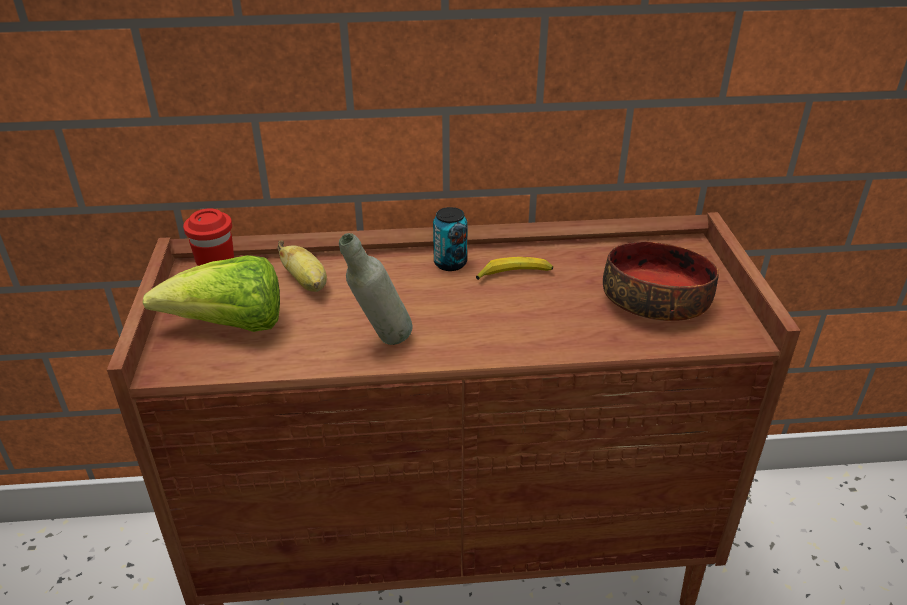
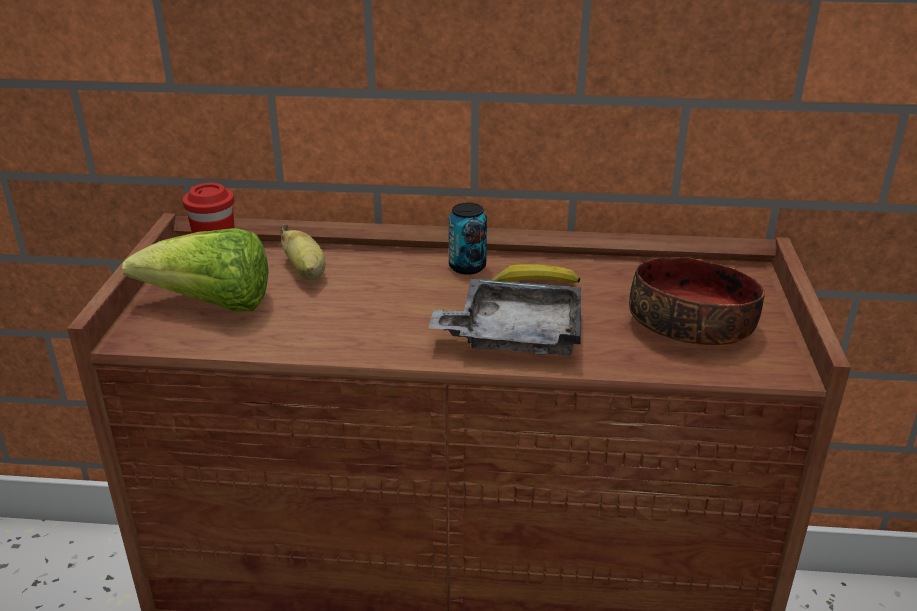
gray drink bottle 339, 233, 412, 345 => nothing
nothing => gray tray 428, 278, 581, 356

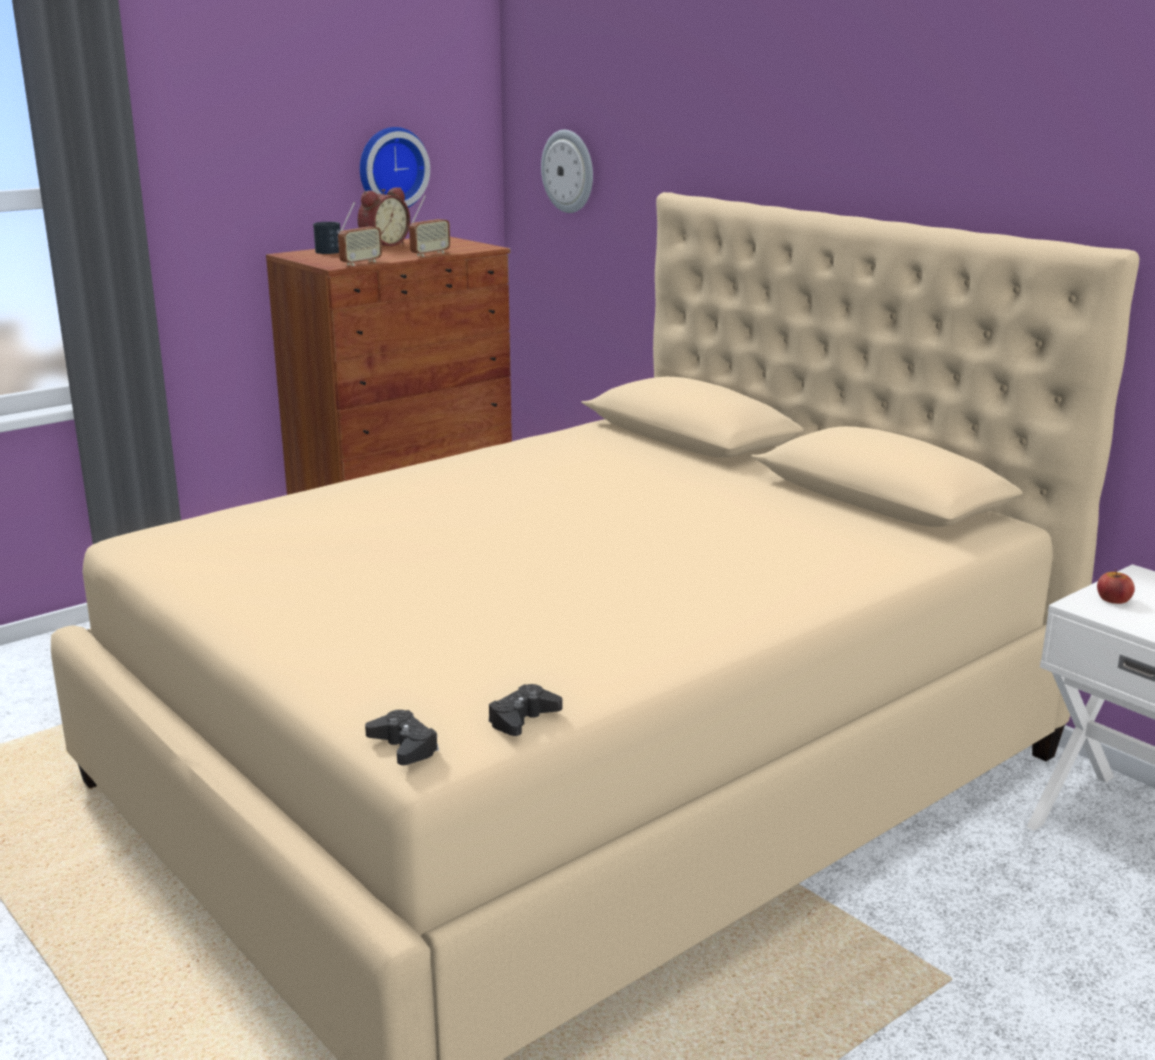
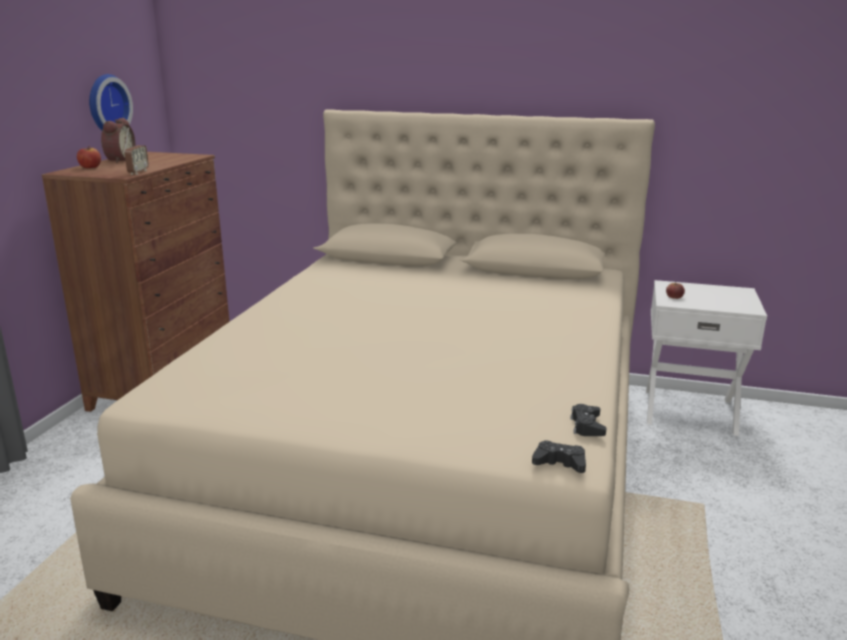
hanging clock 541, 130, 593, 213 => nothing
radio 409, 195, 450, 257 => nothing
blackish tea mug 313, 222, 340, 254 => apple 77, 146, 101, 168

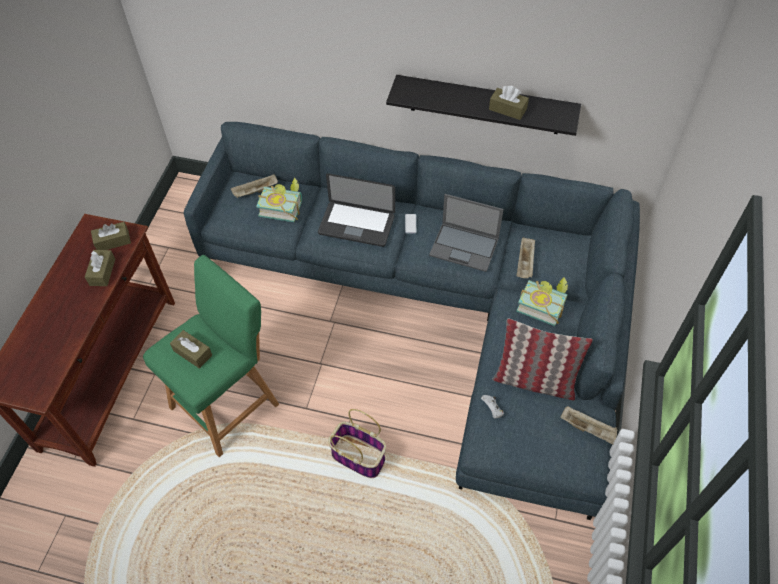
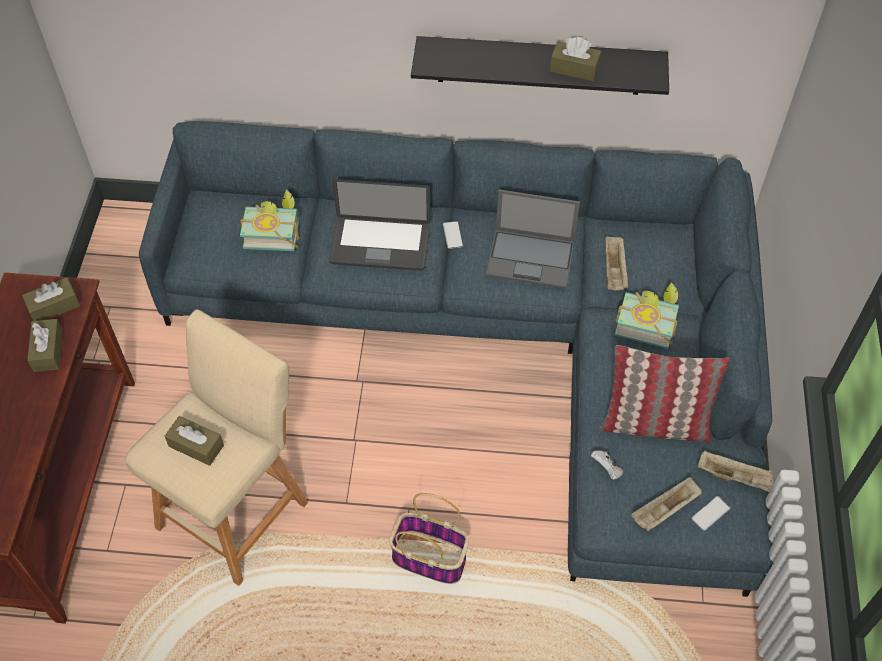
beige-coloured tray 231, 174, 278, 198 => beige-coloured tray 631, 477, 702, 531, shifted
greenish stool seat 143, 255, 279, 457 => beige-coloured stool seat 125, 309, 308, 586
nothing => phone 691, 496, 731, 531

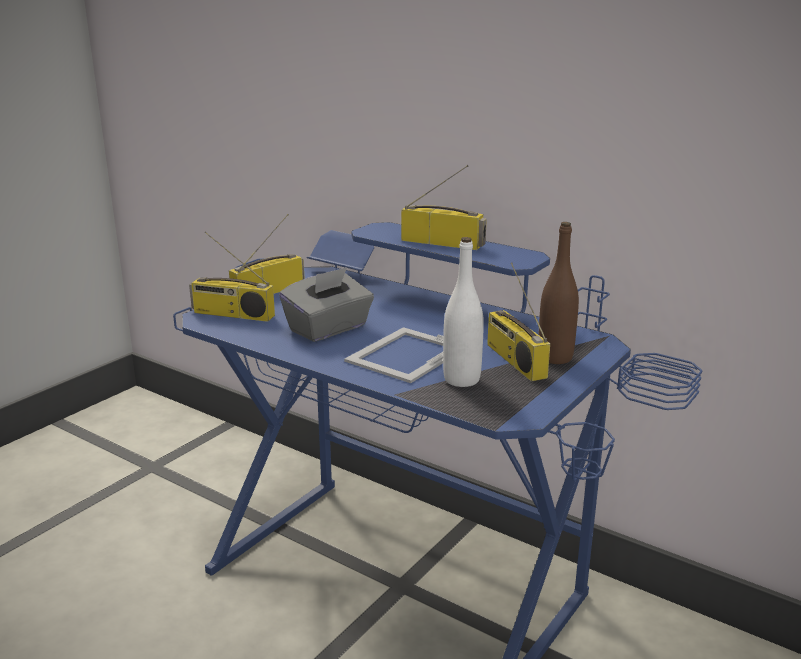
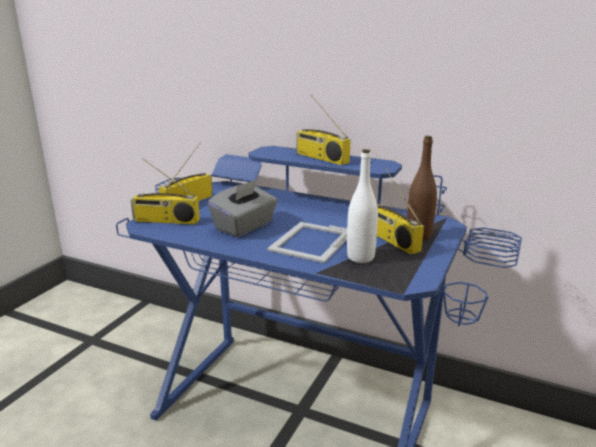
radio 401, 165, 487, 250 => radio 297, 95, 351, 165, 150 degrees counterclockwise

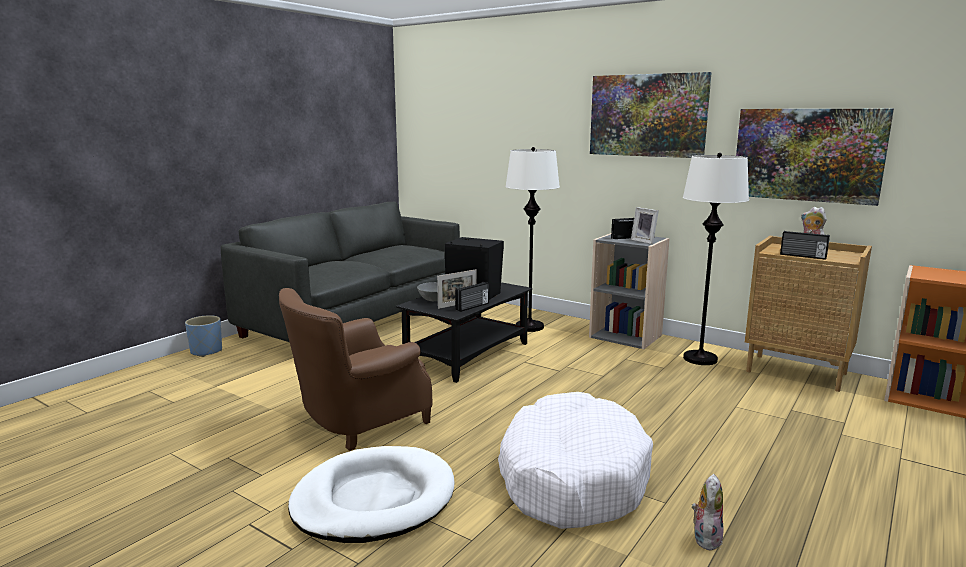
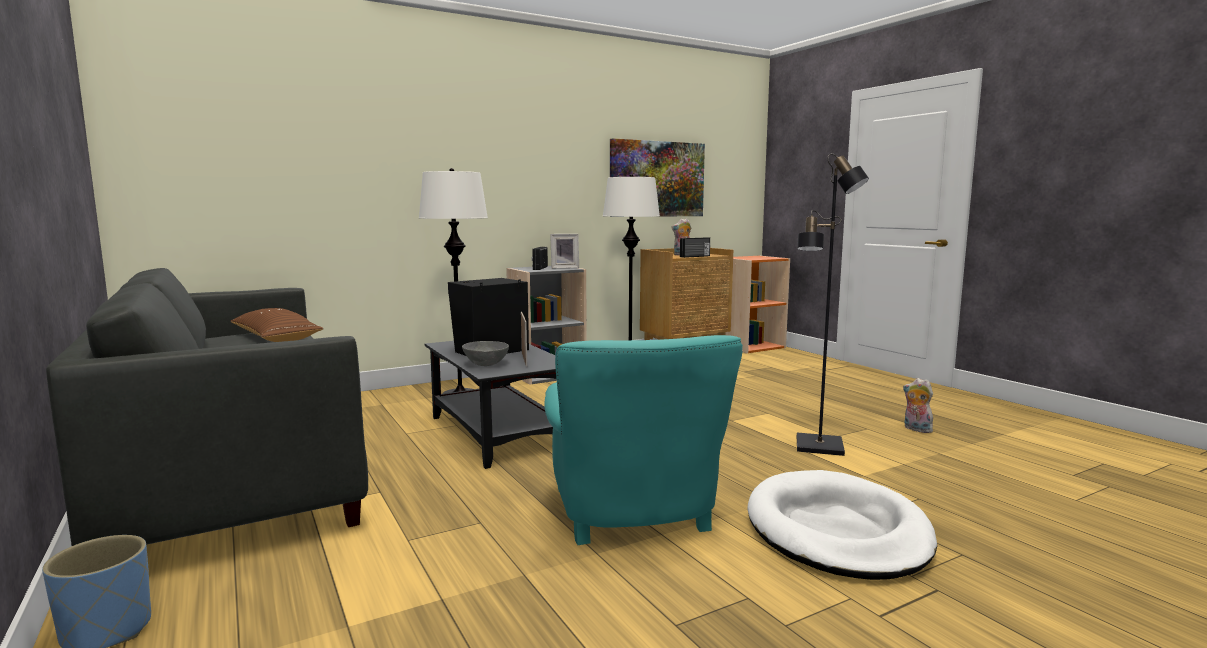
picture 590, 72, 712, 158 => nothing
radio 455, 282, 489, 312 => nothing
brown-coloured armchair 279, 288, 433, 451 => blue-green armchair 544, 335, 743, 545
white-coloured dog cushion 498, 392, 653, 529 => blackish standing lamp 797, 153, 869, 456
nothing => brown-coloured cushion 230, 308, 324, 342

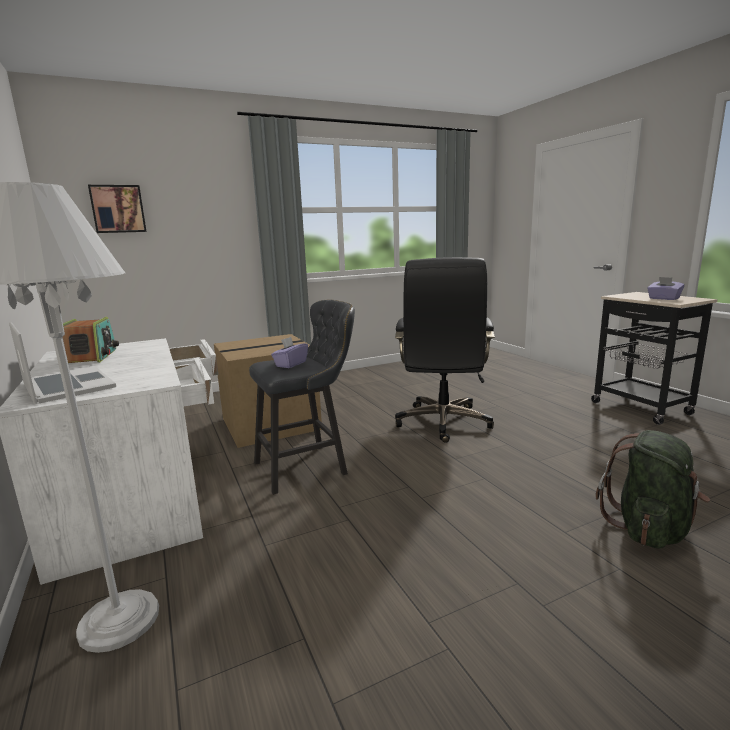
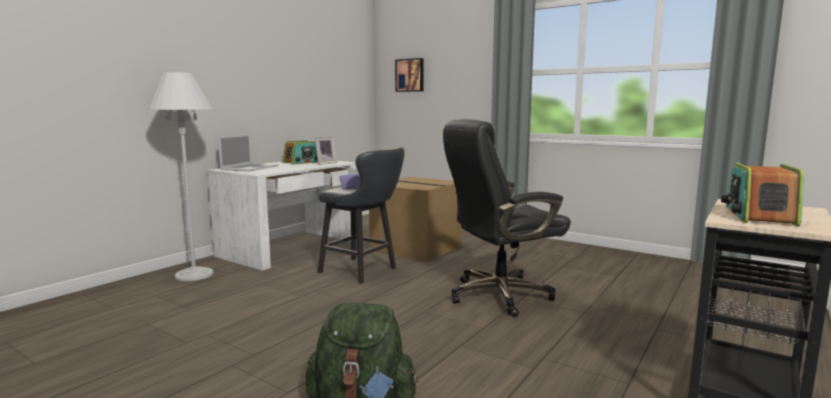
purple box of tissues 647, 277, 685, 300 => radio 721, 162, 804, 226
nothing => picture frame 315, 136, 337, 165

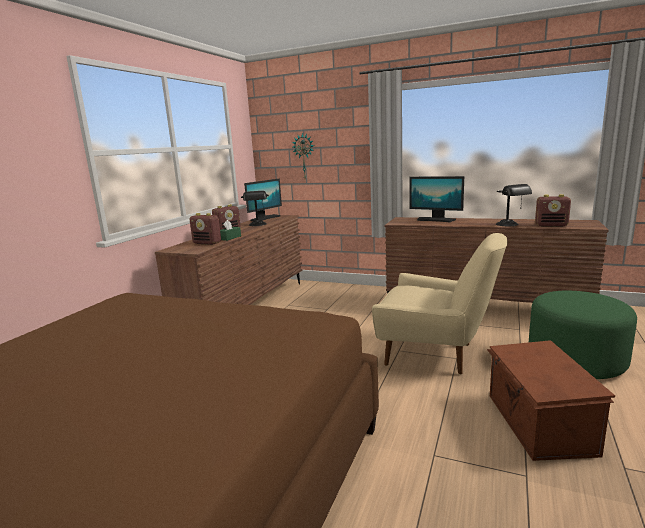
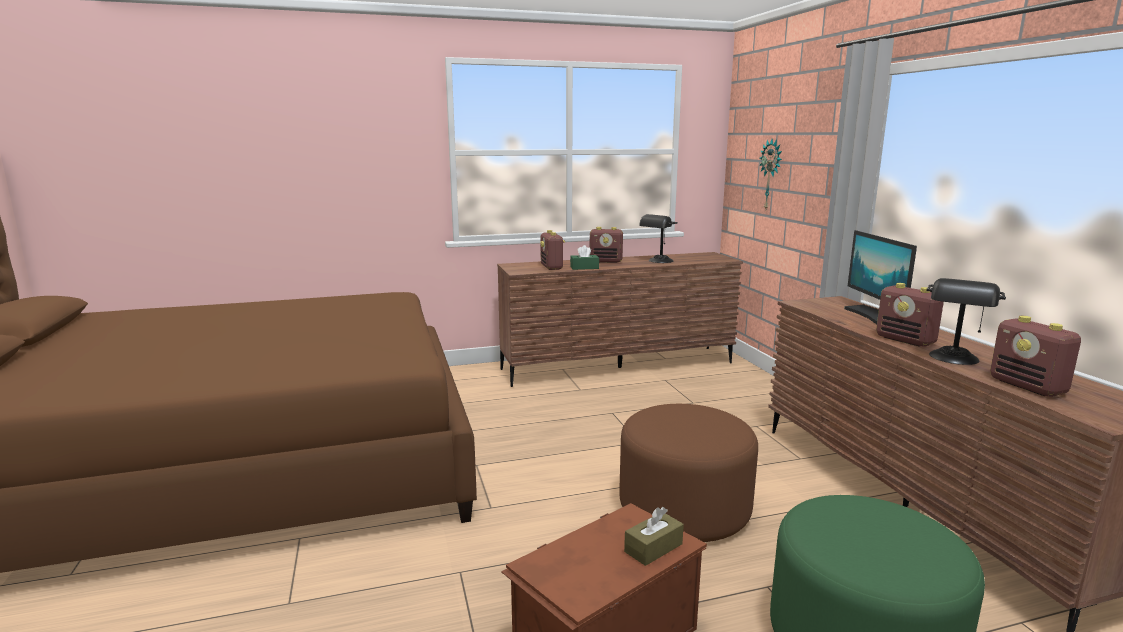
computer display 244, 179, 282, 221 => nothing
beige-coloured armchair 372, 233, 507, 375 => brown-coloured ottoman 619, 404, 758, 542
nothing => radio 876, 283, 944, 347
nothing => brown-coloured box of tissues 624, 507, 684, 566

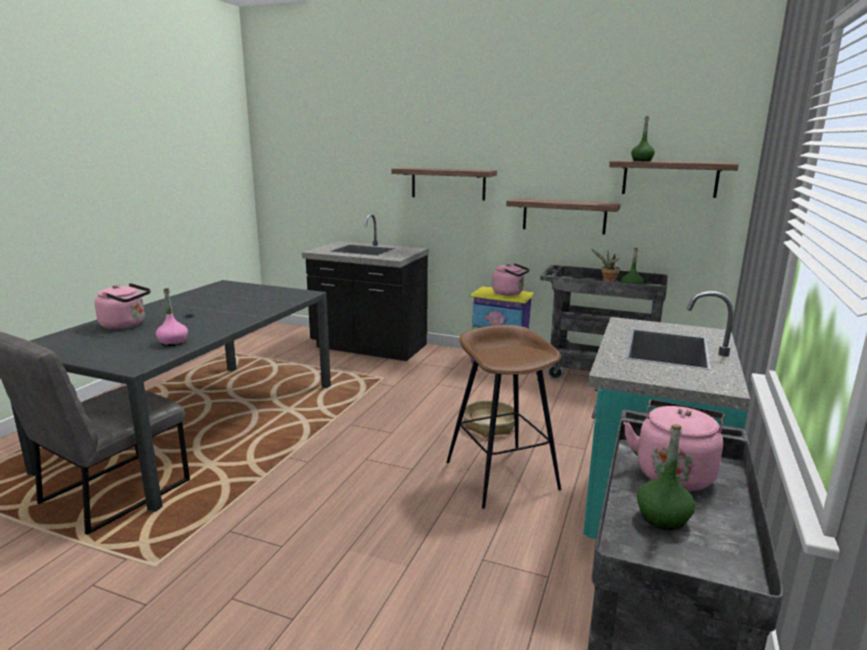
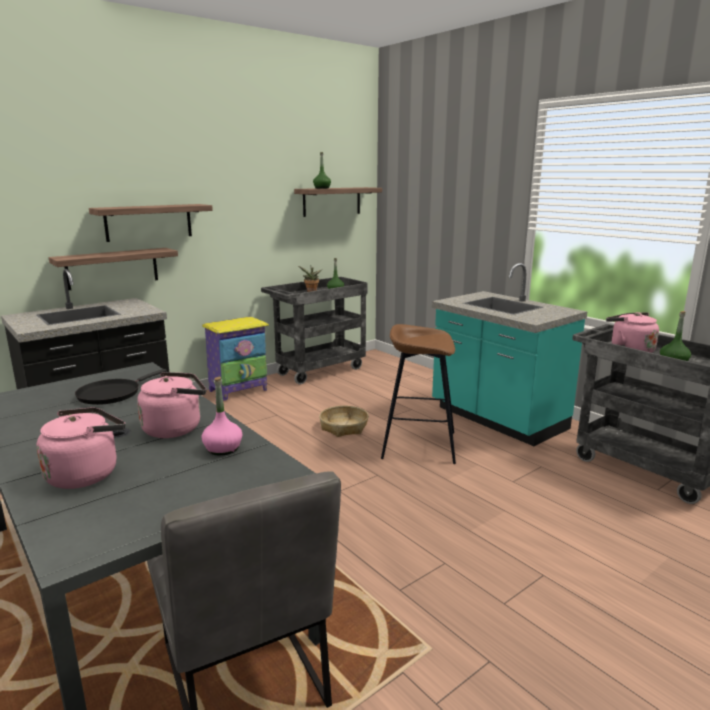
shelf 506, 198, 621, 234 => shelf 49, 248, 178, 290, shifted
pink-coloured kettle 492, 263, 530, 296 => pink-coloured kettle 137, 372, 206, 438, shifted
nothing => blackish skillet 75, 369, 167, 405

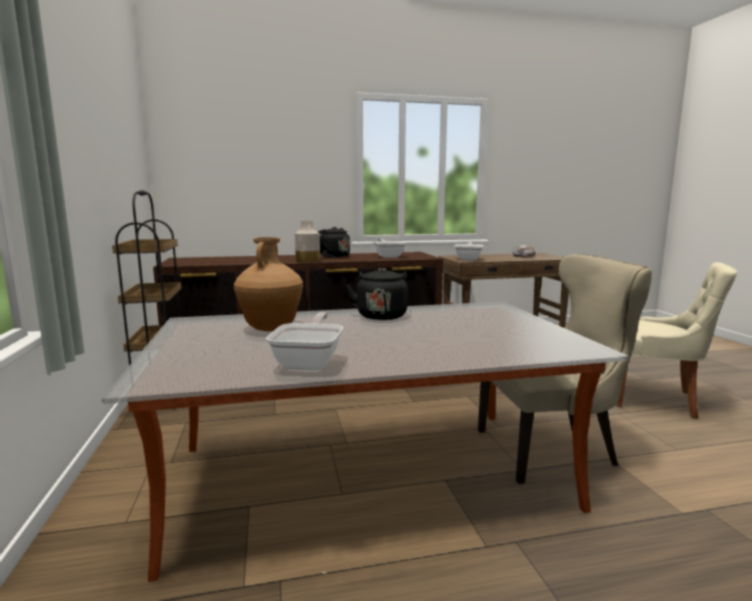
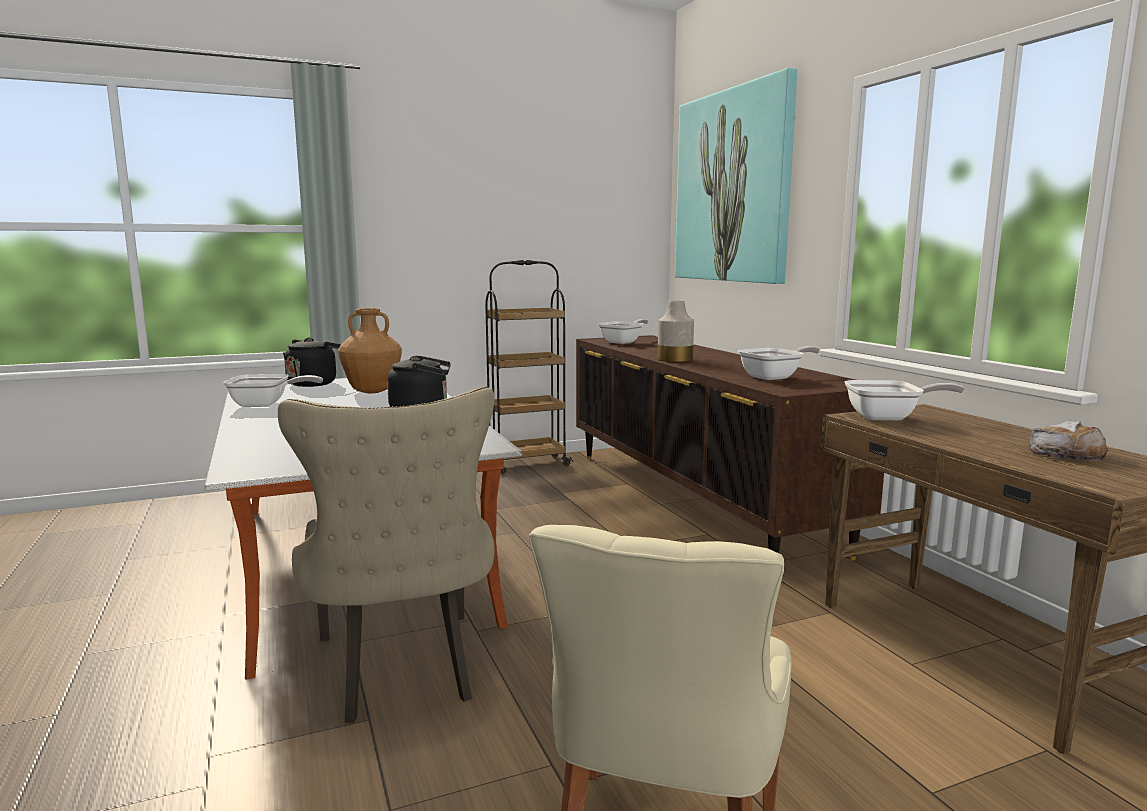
blackish kettle 317, 227, 350, 258 => blackish kettle 283, 338, 341, 387, shifted
nothing => picture 675, 68, 797, 284
nothing => skillet 598, 319, 648, 344

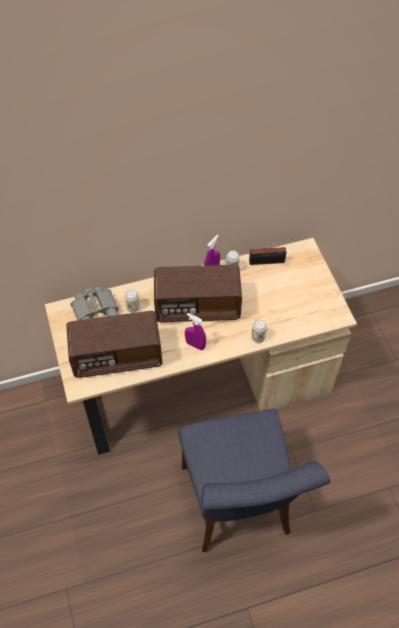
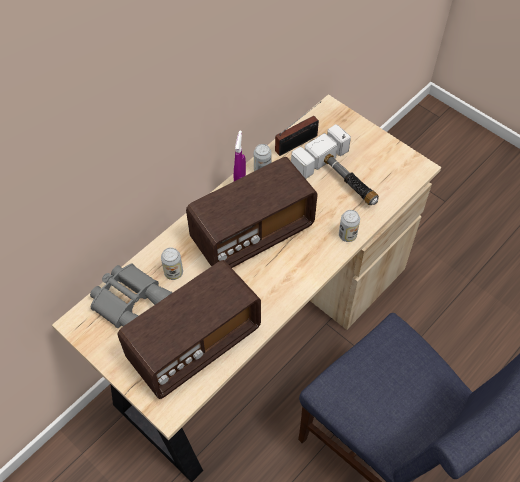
purple spray bottle 185, 313, 206, 350 => nothing
nothing => hand hammer 291, 124, 379, 206

